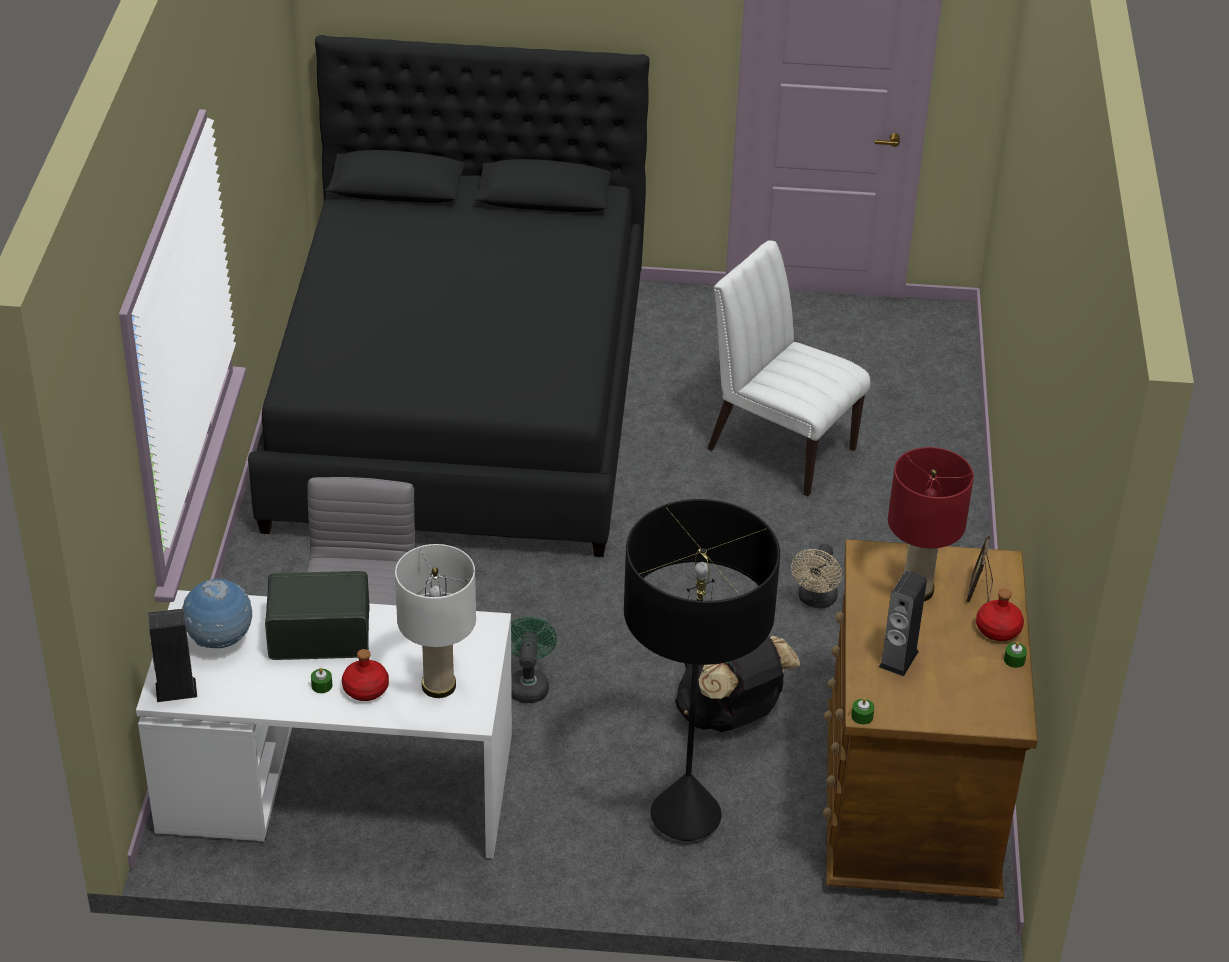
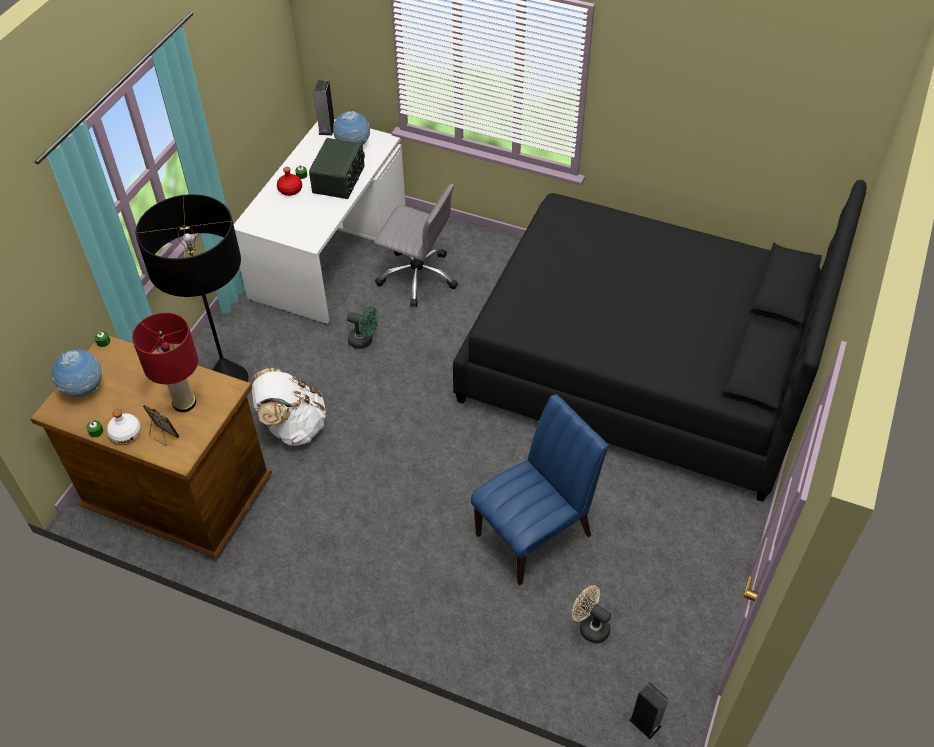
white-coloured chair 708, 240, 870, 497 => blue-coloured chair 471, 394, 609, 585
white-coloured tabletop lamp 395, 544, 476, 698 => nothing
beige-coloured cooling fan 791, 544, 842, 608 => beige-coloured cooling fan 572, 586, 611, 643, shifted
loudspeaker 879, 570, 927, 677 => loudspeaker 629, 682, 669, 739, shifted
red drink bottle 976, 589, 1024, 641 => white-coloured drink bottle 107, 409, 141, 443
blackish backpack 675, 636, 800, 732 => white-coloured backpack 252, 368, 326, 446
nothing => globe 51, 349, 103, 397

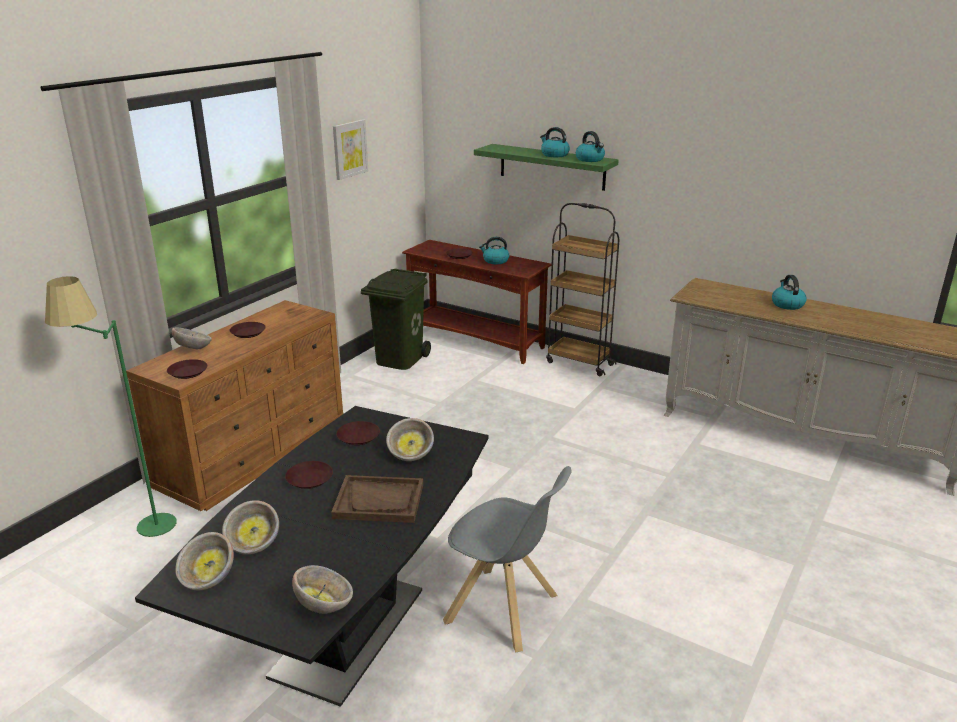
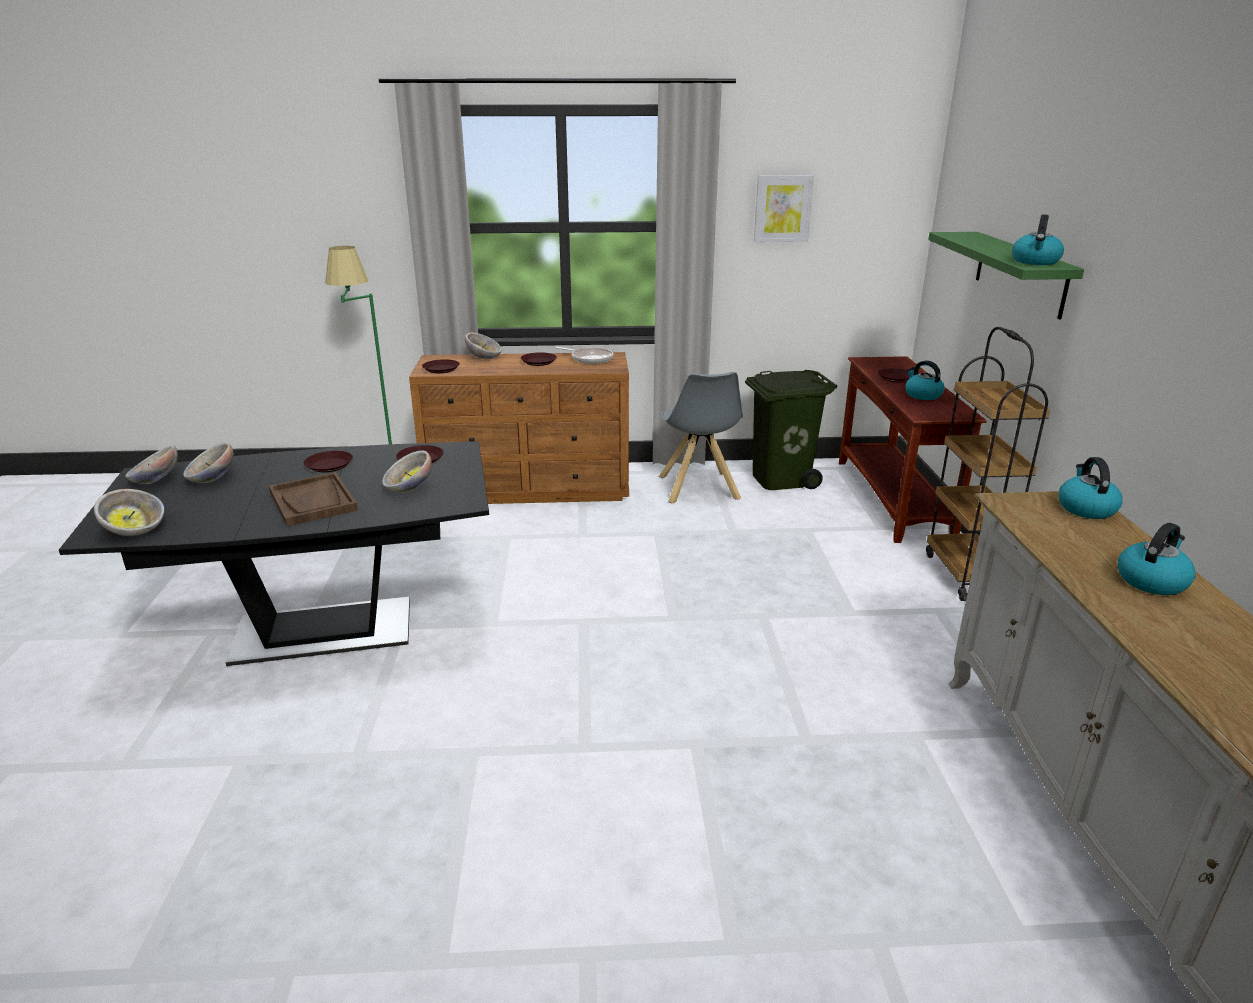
kettle 540, 127, 570, 157 => kettle 1058, 457, 1123, 519, shifted
gray chair 443, 466, 571, 652 => gray chair 659, 372, 743, 503, shifted
nothing => skillet 555, 347, 613, 364

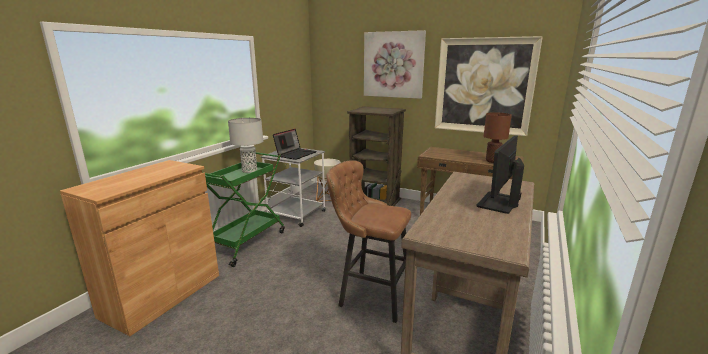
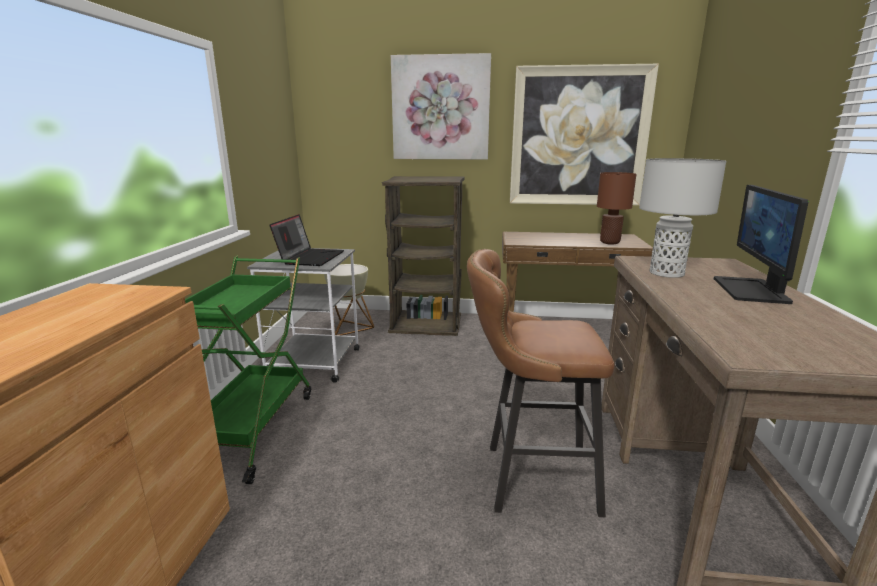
white-coloured tabletop lamp 228, 118, 263, 173 => white-coloured tabletop lamp 639, 158, 726, 278, shifted

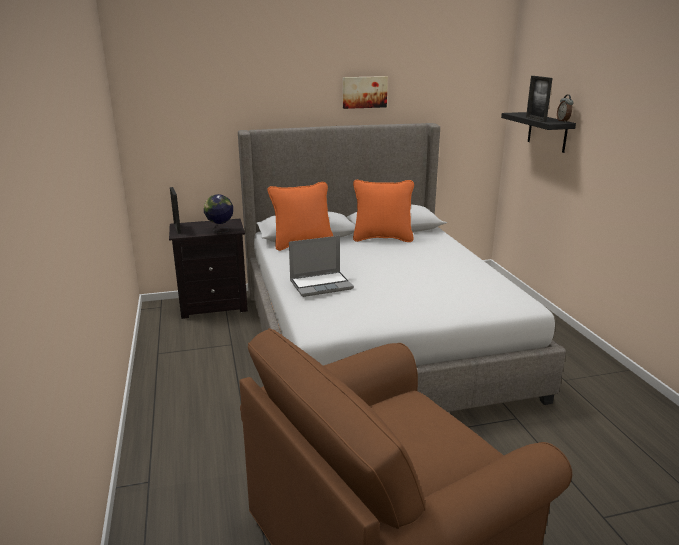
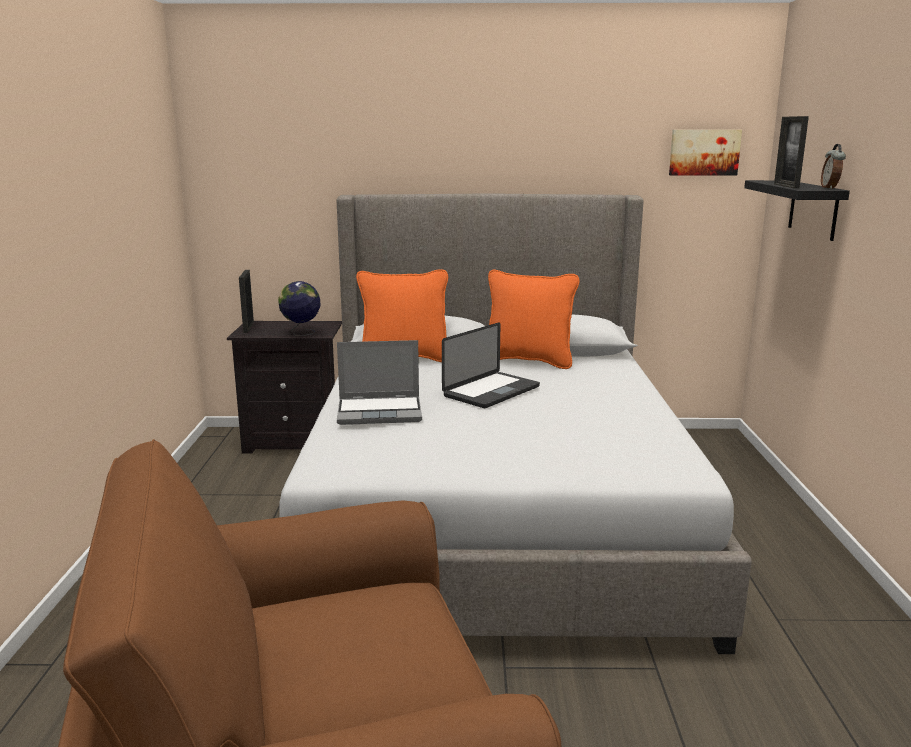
picture 343, 76, 388, 109 => picture 669, 130, 742, 176, shifted
nothing => laptop 442, 323, 540, 408

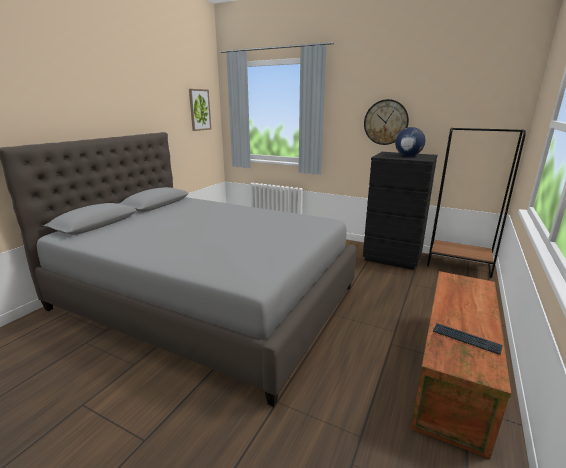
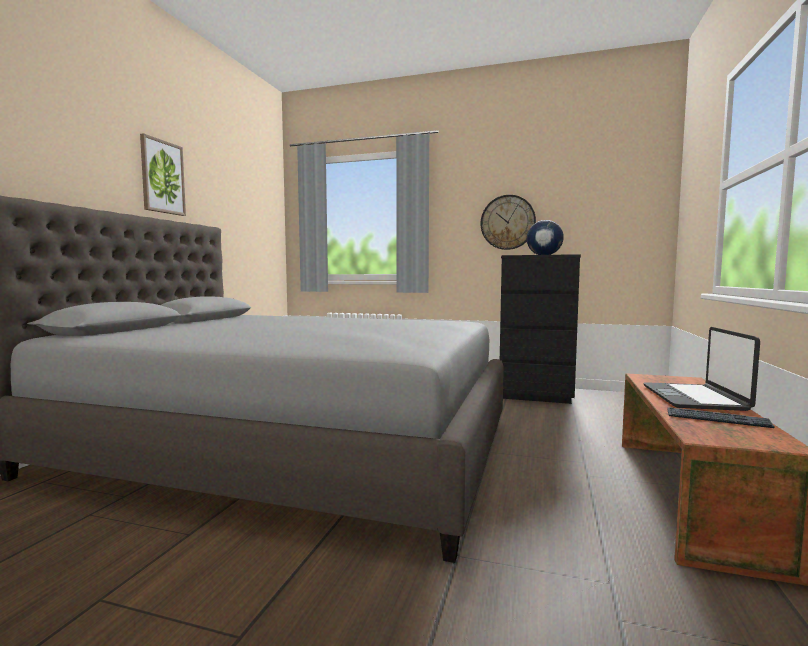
picture 189, 89, 211, 131 => picture 140, 133, 186, 216, shifted
garment rack 427, 128, 526, 278 => nothing
nothing => laptop 643, 327, 760, 411

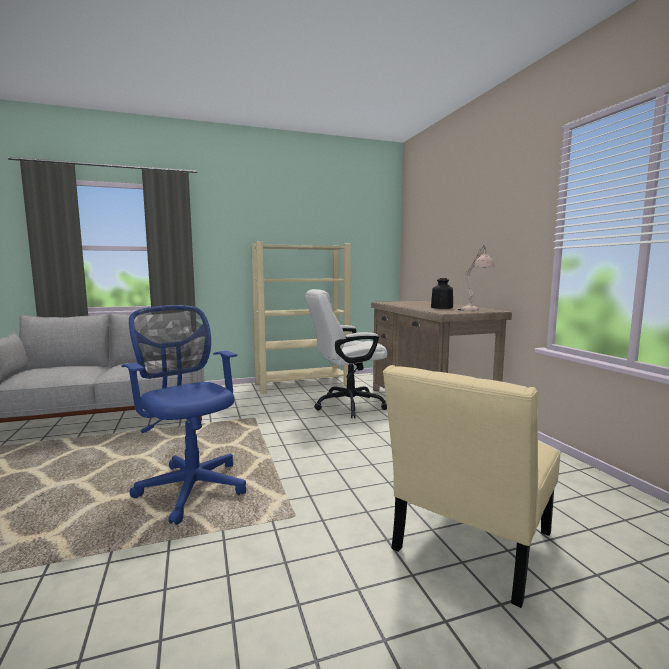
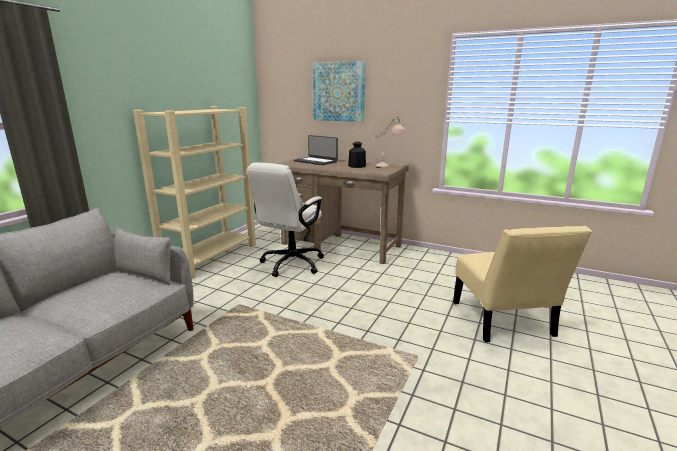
blue-coloured office chair 121, 305, 246, 525 => nothing
nothing => picture 313, 61, 365, 122
nothing => laptop 294, 135, 338, 165

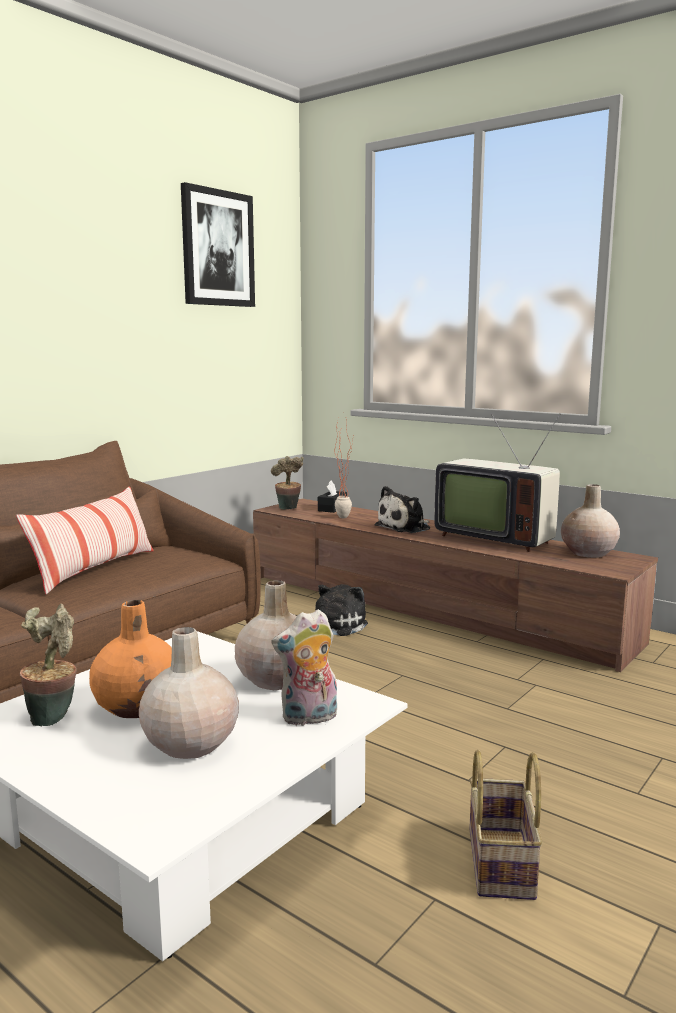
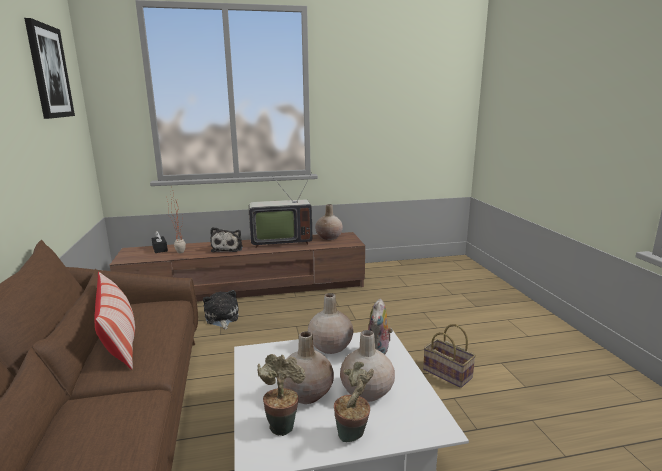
plant in a pot 271, 456, 304, 510 => plant in a pot 334, 362, 374, 442, shifted
orangey flower vase 89, 600, 172, 718 => beige-coloured flower vase 283, 331, 334, 404

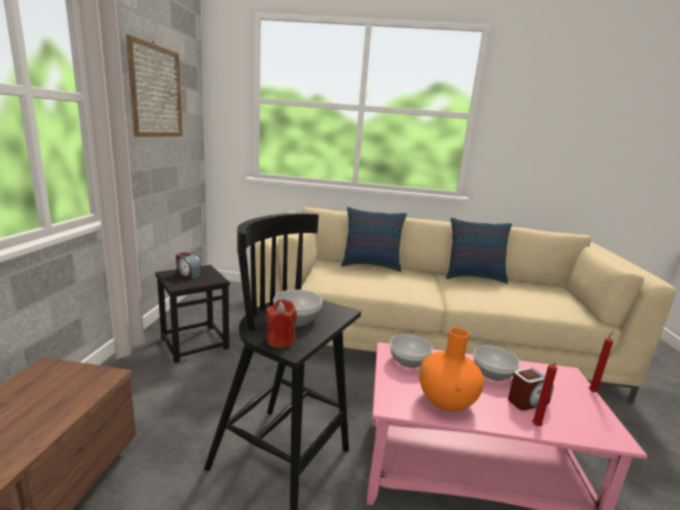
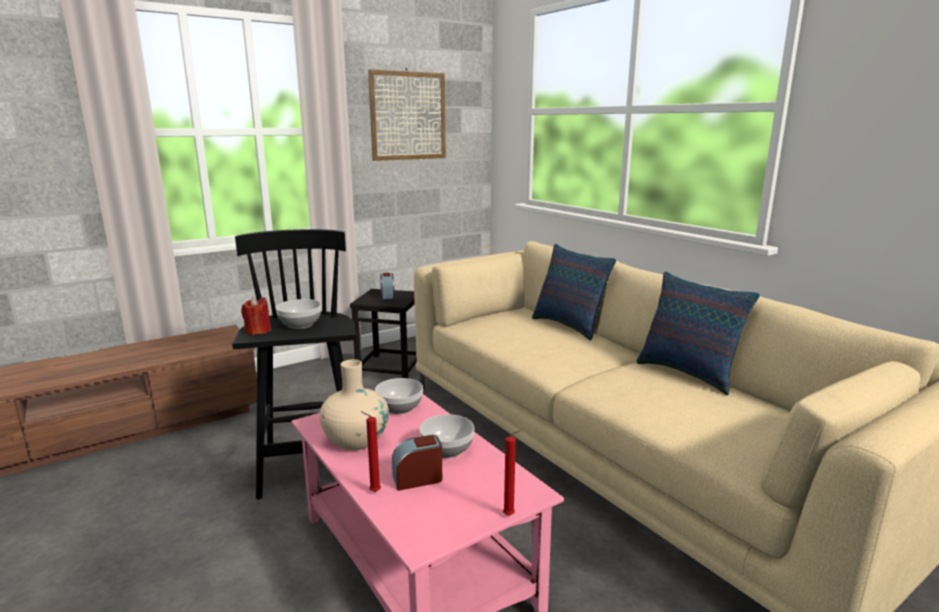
orangey flower vase 419, 328, 484, 412 => beige-coloured flower vase 319, 359, 389, 450
alarm clock 508, 368, 554, 411 => alarm clock 392, 435, 442, 491, 135 degrees clockwise

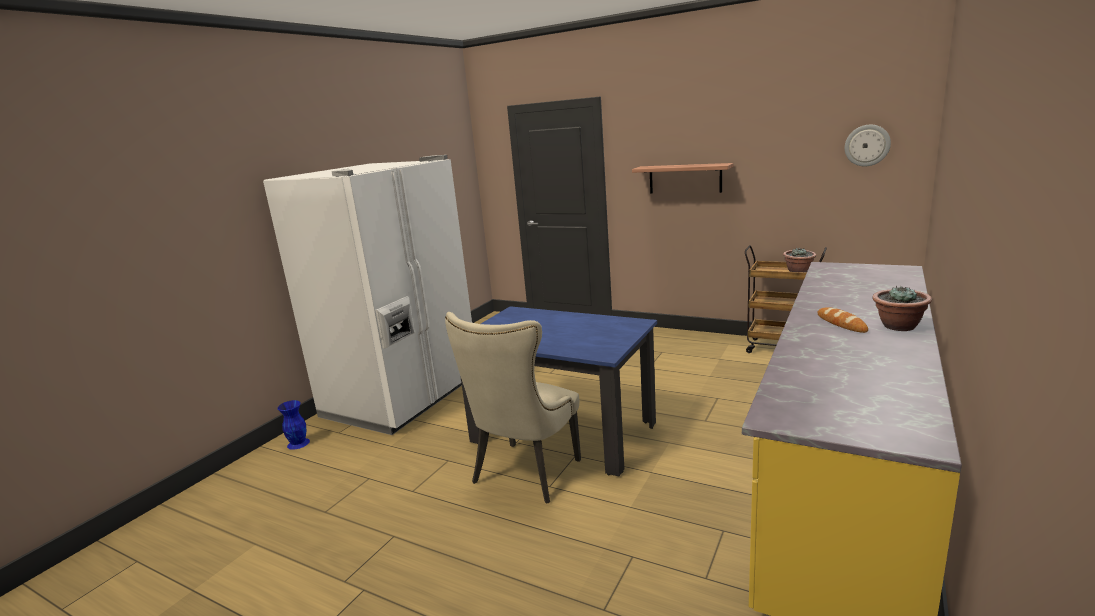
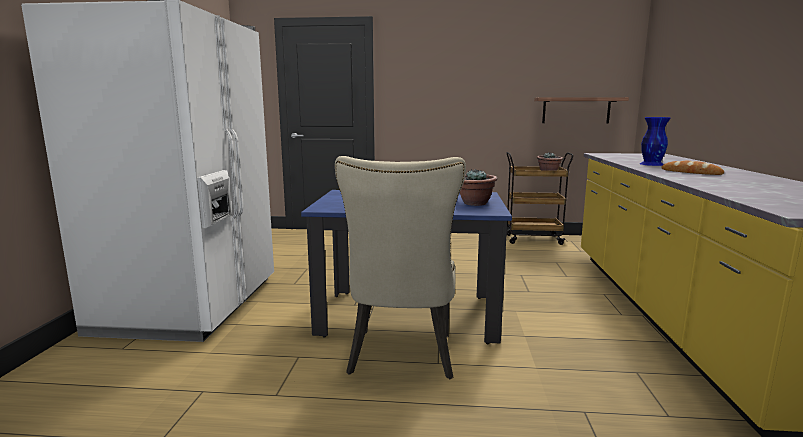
hanging clock 845, 125, 891, 166 => nothing
shelf 632, 163, 733, 194 => shelf 534, 97, 629, 123, shifted
plant in a pot 872, 286, 932, 331 => plant in a pot 460, 169, 498, 206, shifted
blue-coloured flower vase 278, 400, 310, 450 => blue-coloured flower vase 640, 117, 670, 166, shifted

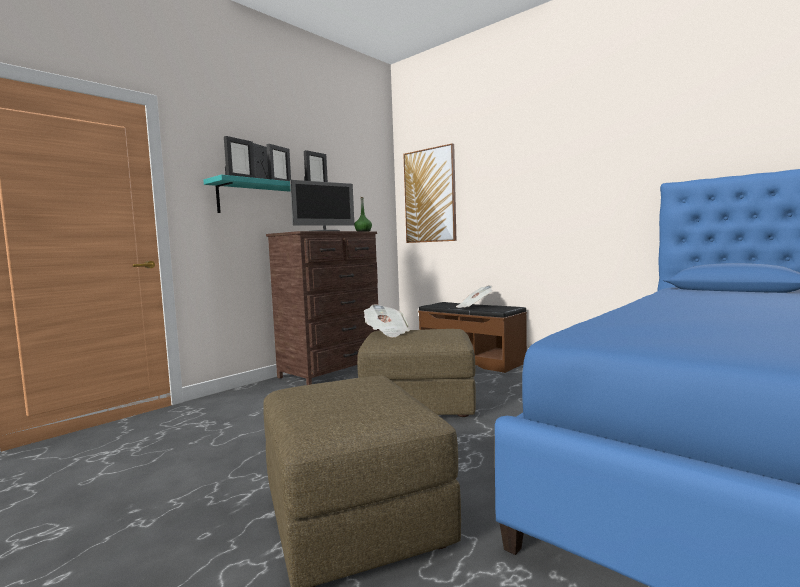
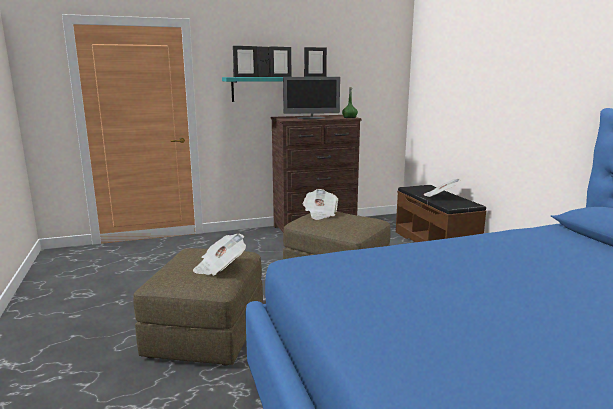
picture 403, 143, 456, 243 => nothing
nothing => daily paper 193, 234, 246, 276

